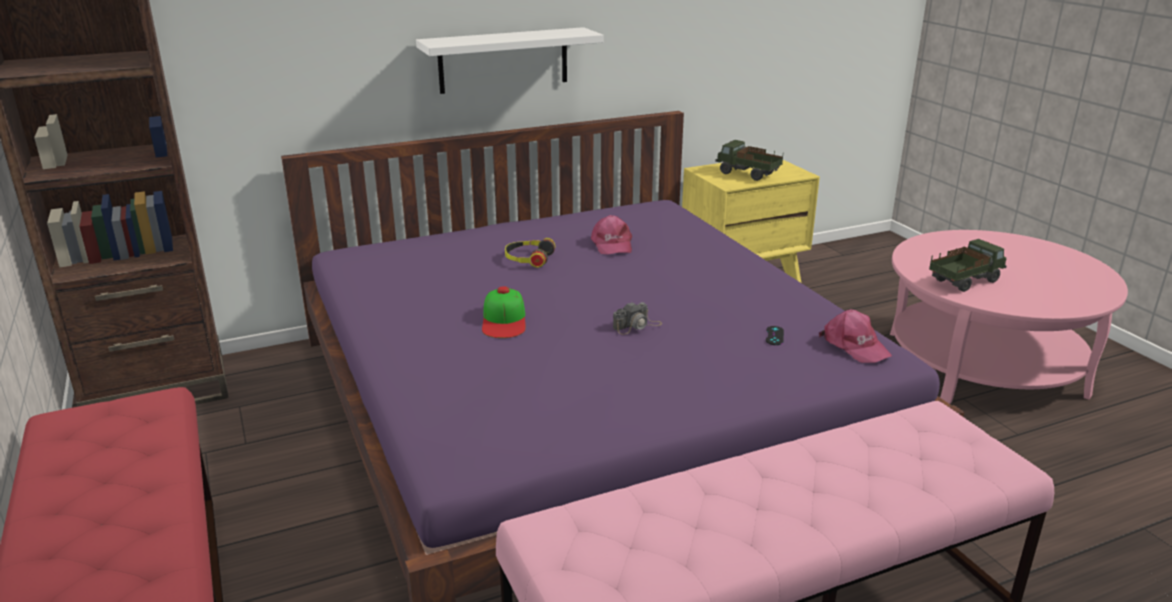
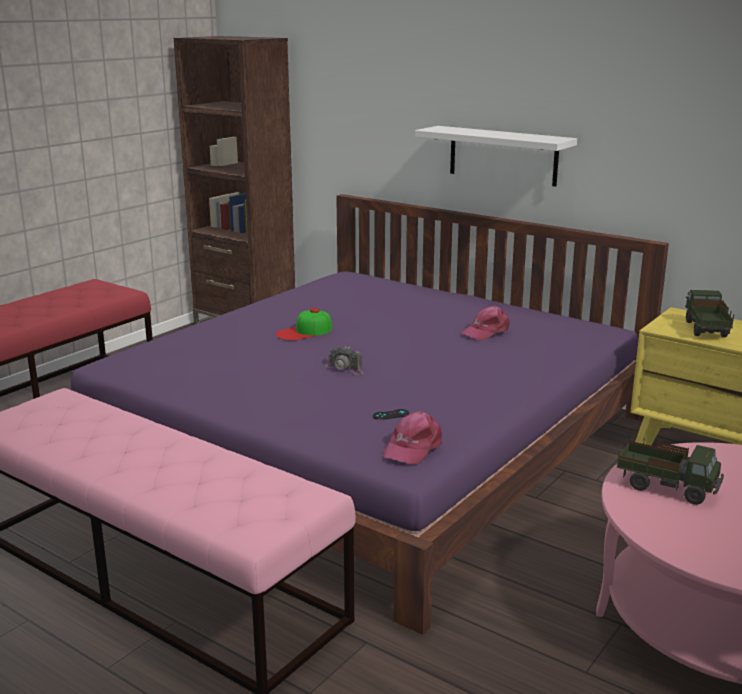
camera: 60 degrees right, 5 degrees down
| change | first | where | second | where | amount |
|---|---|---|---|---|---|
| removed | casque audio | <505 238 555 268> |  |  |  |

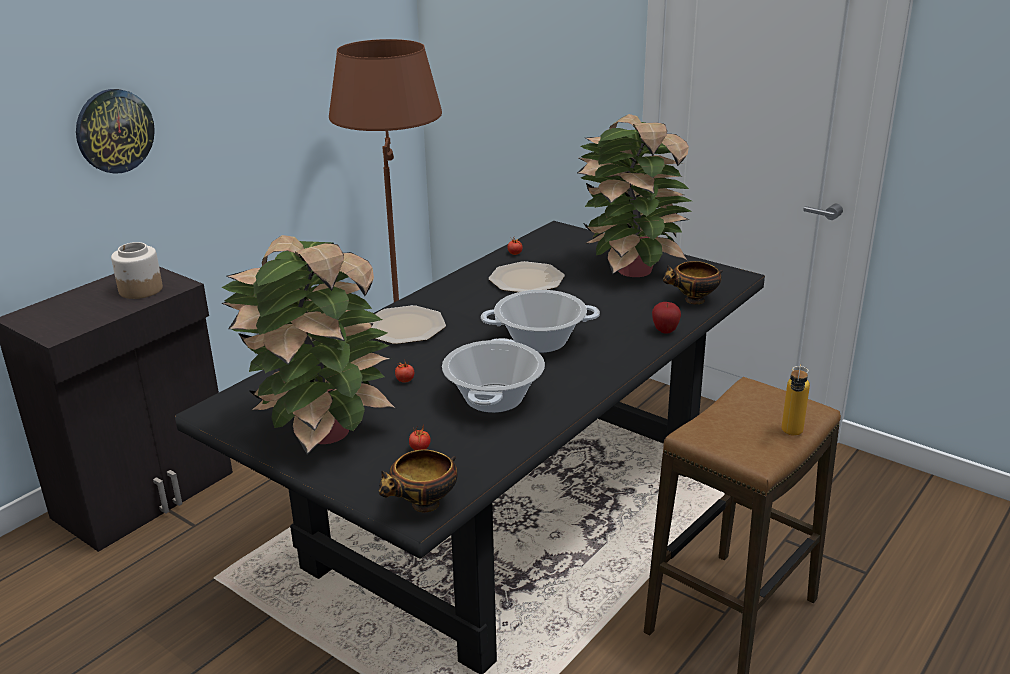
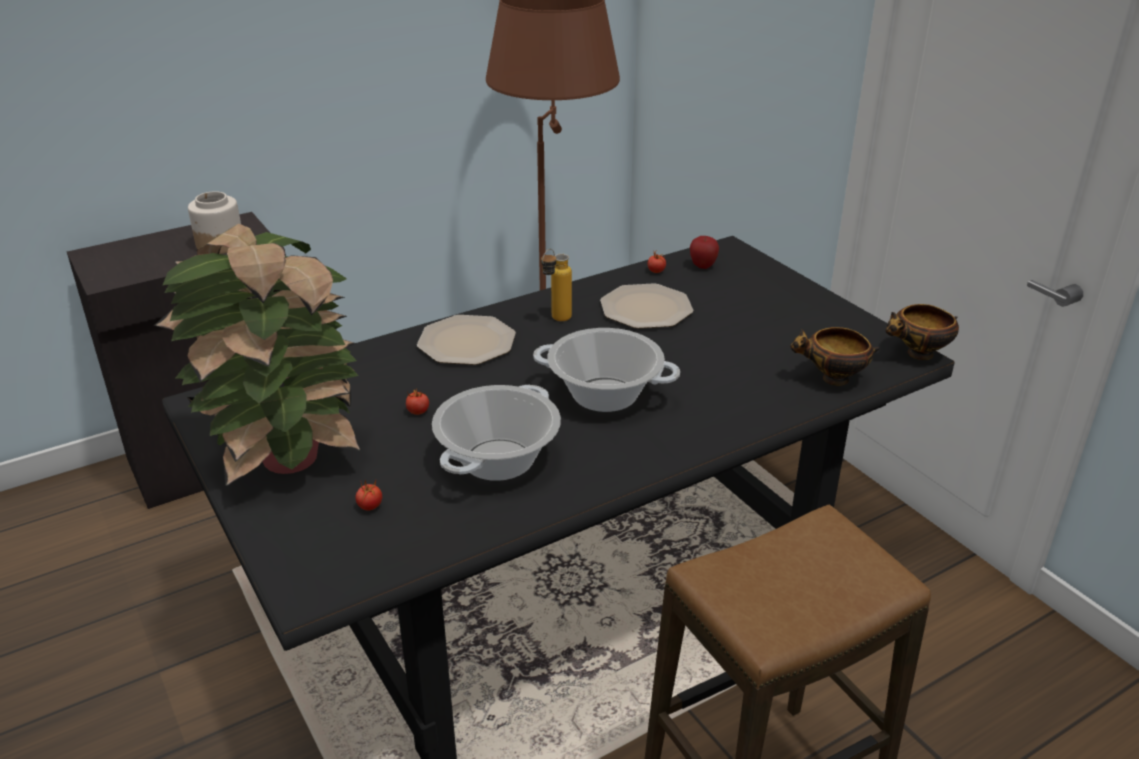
camera: 20 degrees right, 5 degrees up
| change | first | where | second | where | amount |
|---|---|---|---|---|---|
| moved | bouteille | <782 364 810 436> |  | <541 249 572 321> |  |
| moved | pomme | <652 302 681 333> |  | <690 236 719 269> |  |
| moved | bol | <378 449 458 512> |  | <885 304 959 360> |  |
| removed | horloge murale | <76 89 155 174> |  |  |  |
| removed | plante en pot | <577 114 692 277> |  |  |  |

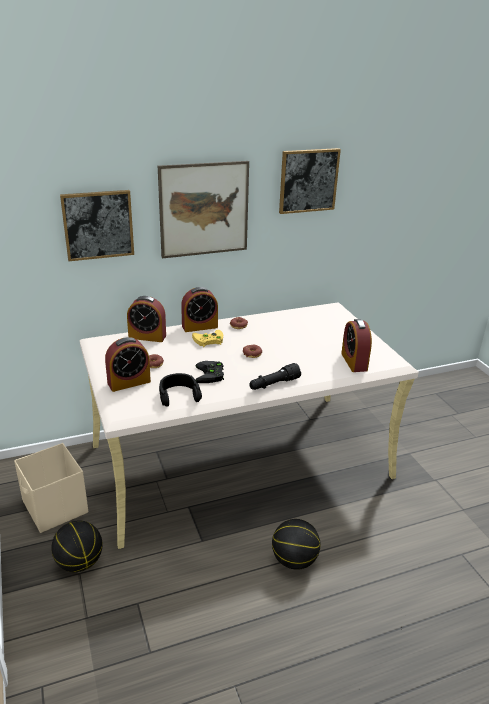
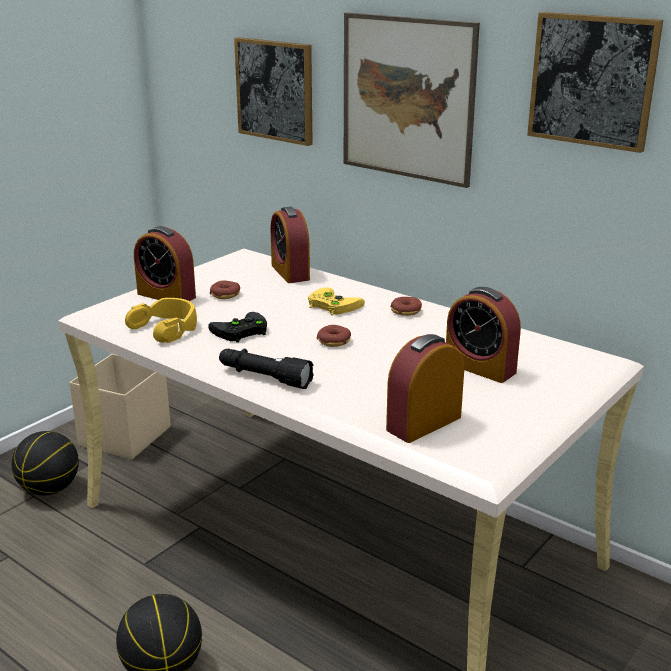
camera: 60 degrees right, 5 degrees down
| change | first | where | second | where | amount |
|---|---|---|---|---|---|
| recoloured | casque audio/noir | <159 373 202 406> | casque audio/jaune | <125 298 197 343> |  |
| moved | réveil | <181 287 218 332> |  | <446 287 521 383> |  |

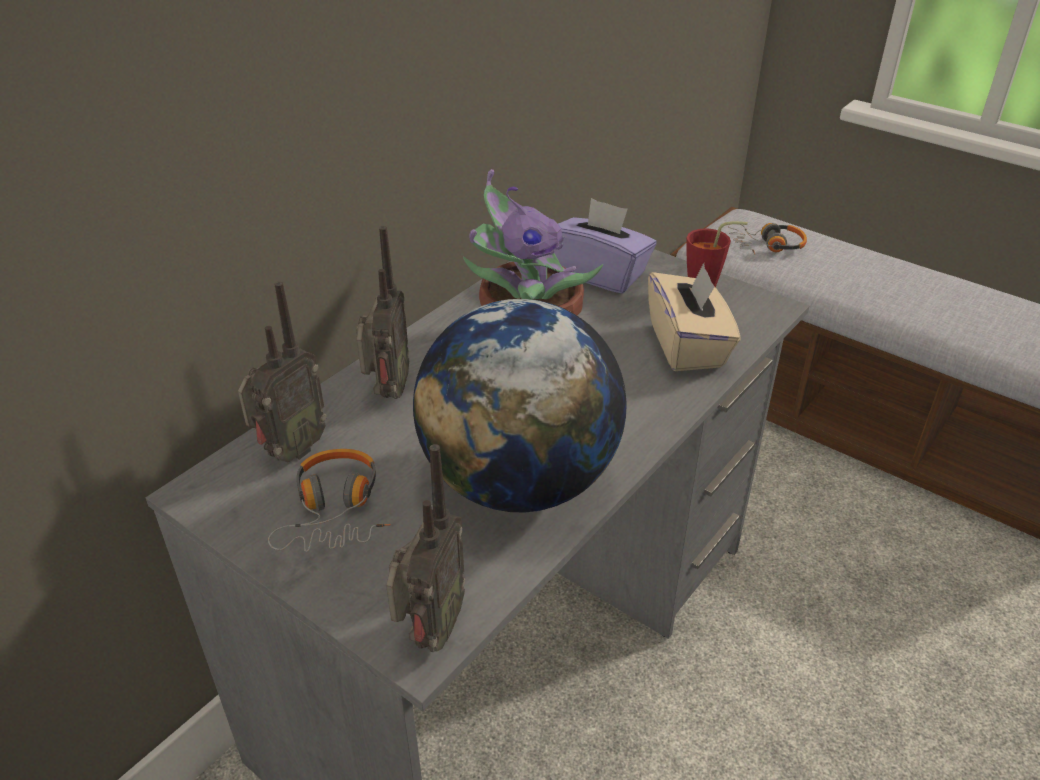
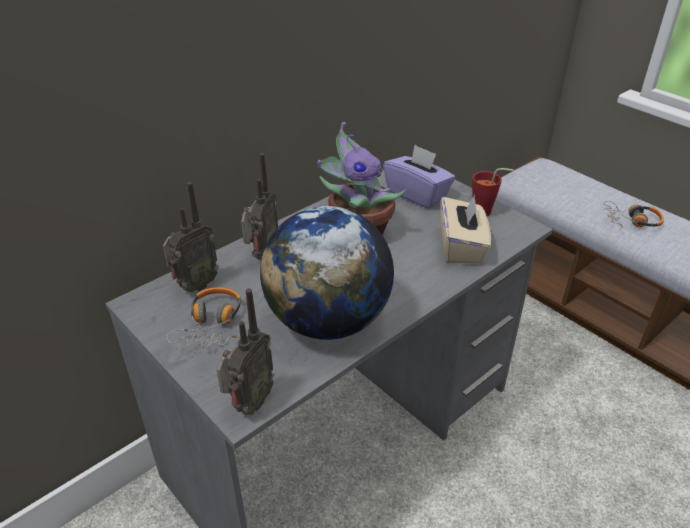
camera: 10 degrees right, 0 degrees up
| change | first | where | second | where | amount |
|---|---|---|---|---|---|
| moved | casque audio | <728 223 807 254> |  | <604 201 664 228> |  |

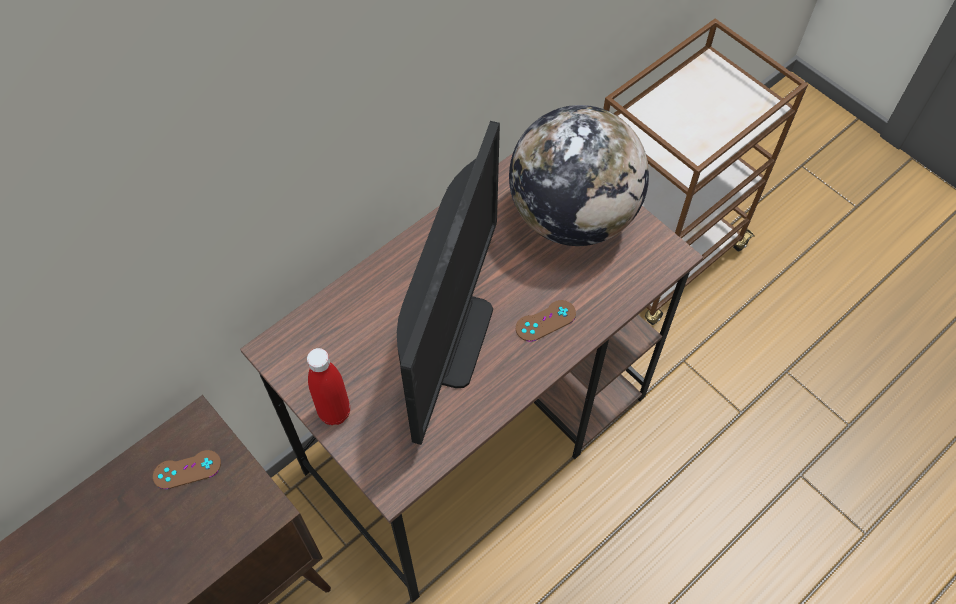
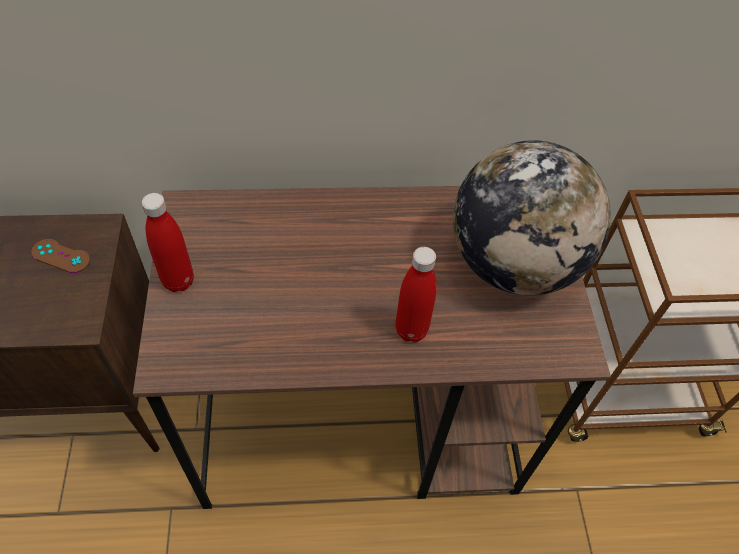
camera: 35 degrees right, 5 degrees down
| change | first | where | second | where | amount |
|---|---|---|---|---|---|
| replaced | manette/marron | <516 300 576 342> | bouteille/rouge | <395 247 437 342> |  |
| removed | écran d'ordinateur | <397 121 500 445> |  |  |  |

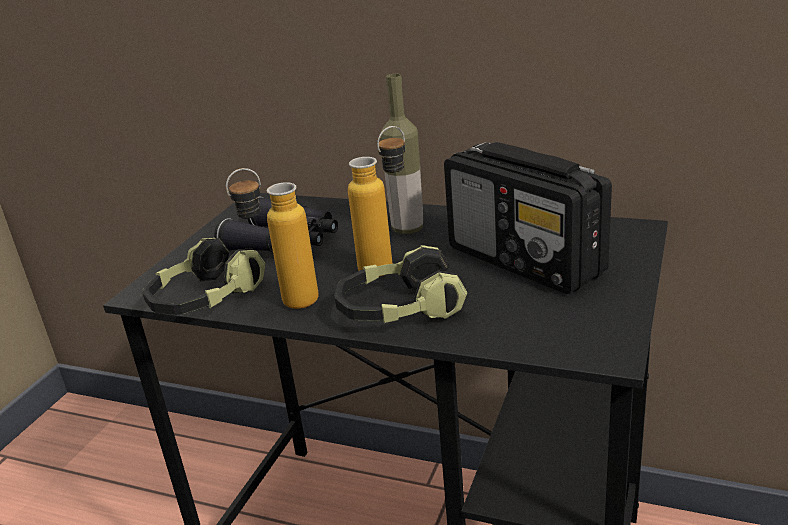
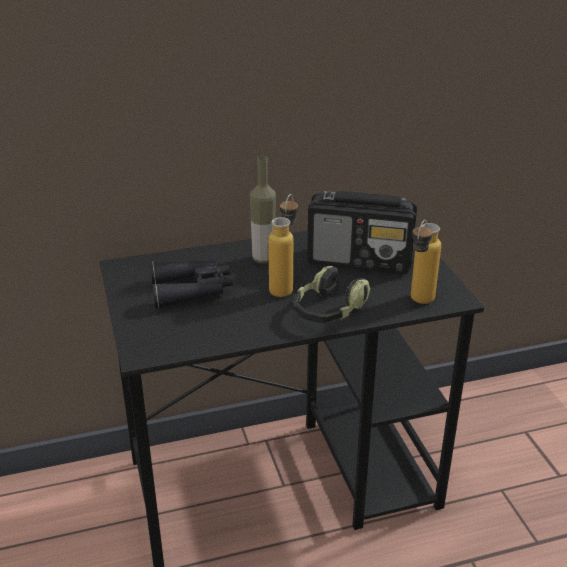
camera: 40 degrees left, 5 degrees up
| change | first | where | second | where | amount |
|---|---|---|---|---|---|
| moved | bouteille | <226 168 319 309> |  | <411 220 441 304> |  |
| removed | casque audio | <142 238 265 315> |  |  |  |

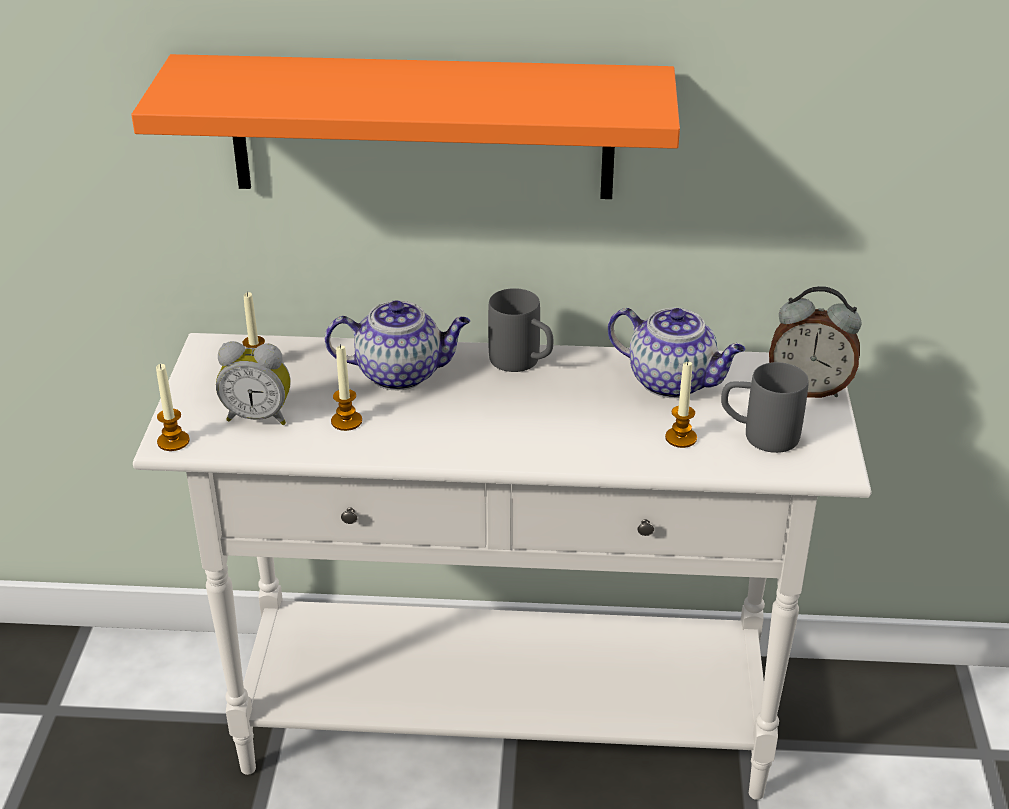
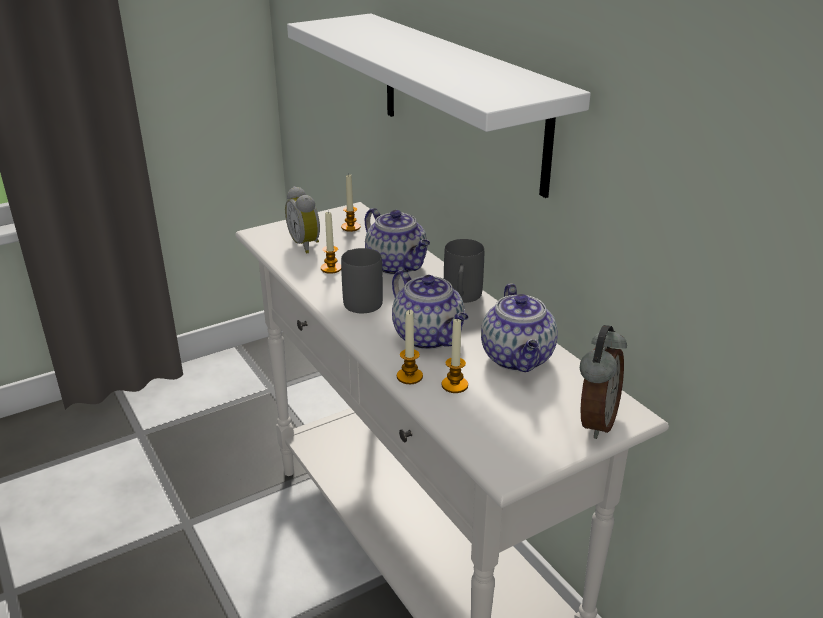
camera: 55 degrees right, 5 degrees down
| change | first | where | second | where | amount |
|---|---|---|---|---|---|
| recoloured | étagère/orange | <131 54 680 199> | étagère/blanc | <287 13 591 198> |  |
| moved | mug/gris | <721 362 809 453> |  | <341 248 383 313> |  |
| added |  |  | théière | <392 269 469 350> |  |
| moved | bougie | <156 364 190 451> |  | <397 310 423 384> |  |
| turned | réveil | <769 286 861 398> |  | <580 325 627 439> | 135 degrees counterclockwise |

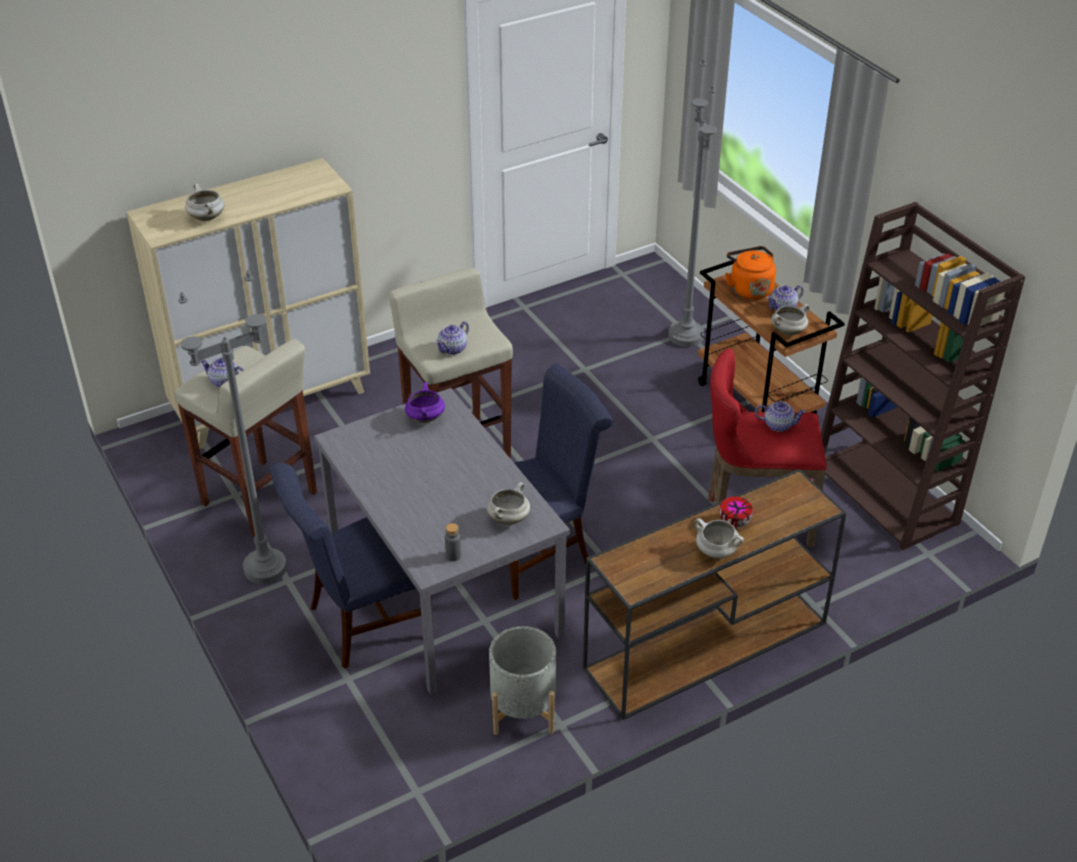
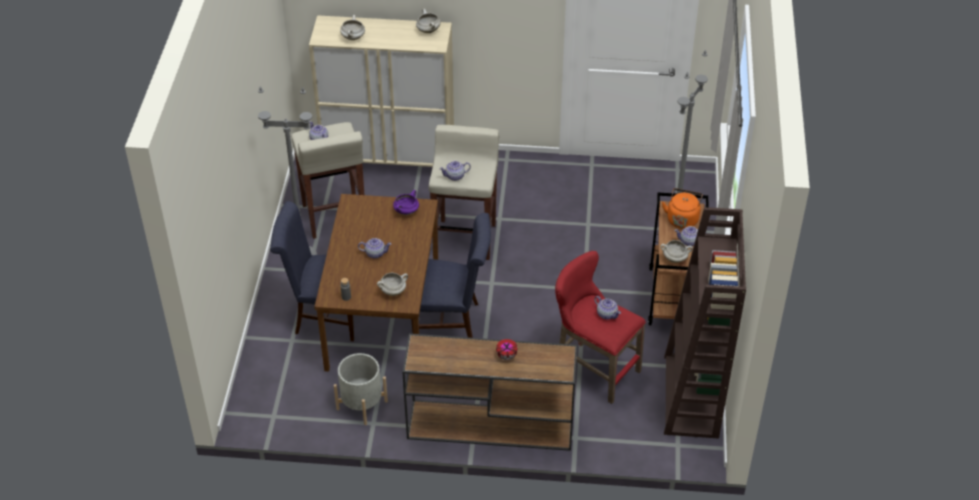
camera: 35 degrees right, 5 degrees up
| change | first | where | second | where | amount |
|---|---|---|---|---|---|
| recoloured | table à manger/gris | <314 388 570 694> | table à manger/marron | <314 194 438 371> |  |
| added |  |  | théière | <358 238 391 258> |  |
| moved | marmite/blanc | <694 518 744 559> |  | <416 9 441 33> |  |

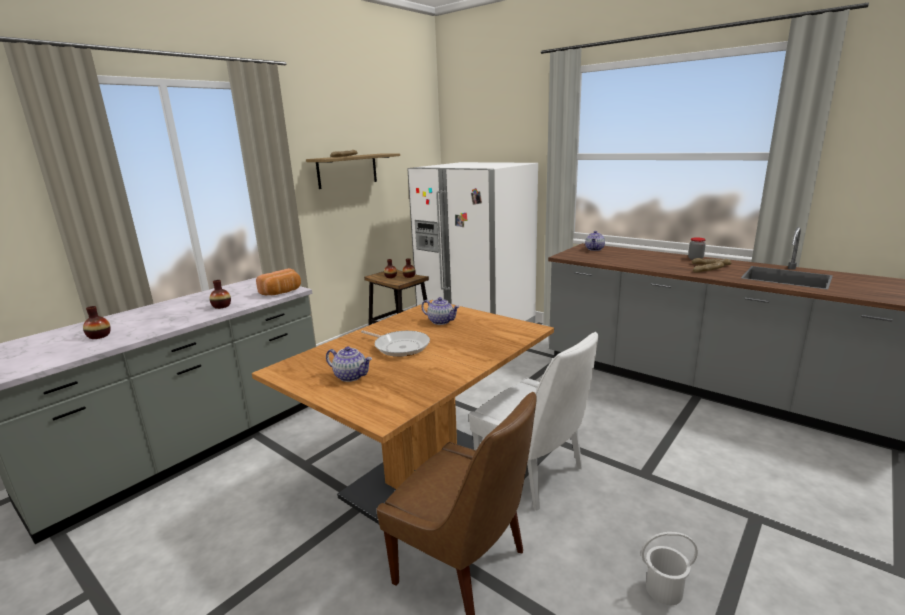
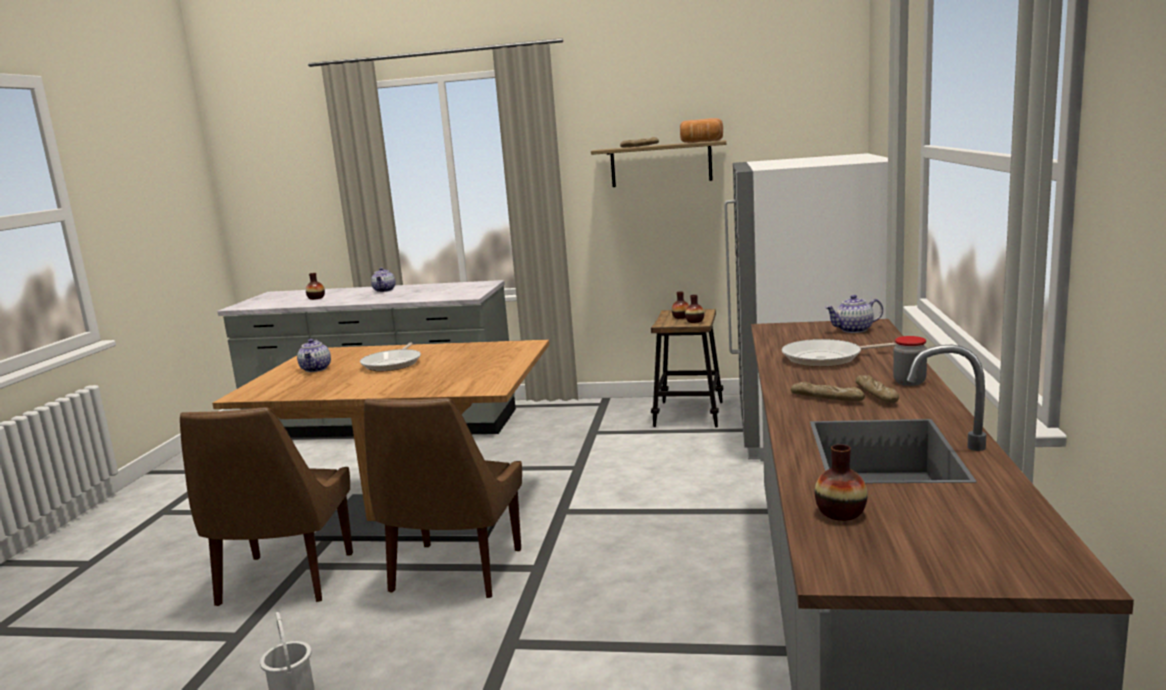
camera: 60 degrees right, 5 degrees down
| change | first | where | second | where | amount |
|---|---|---|---|---|---|
| recoloured | chaise/blanc | <469 332 598 511> | chaise/marron | <364 398 522 598> |  |
| moved | théière | <421 297 460 325> |  | <371 267 396 292> |  |
| moved | pain | <256 268 301 295> |  | <680 118 723 143> |  |
| added |  |  | poêle | <782 339 897 367> |  |
| moved | vase | <210 280 231 309> |  | <815 444 867 521> |  |

